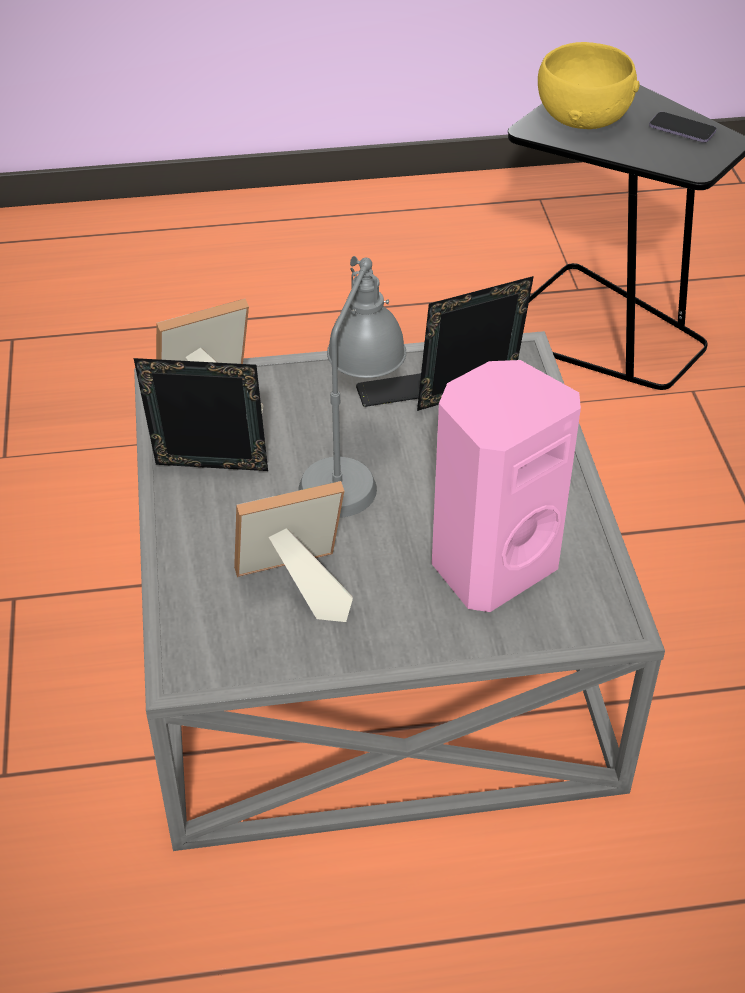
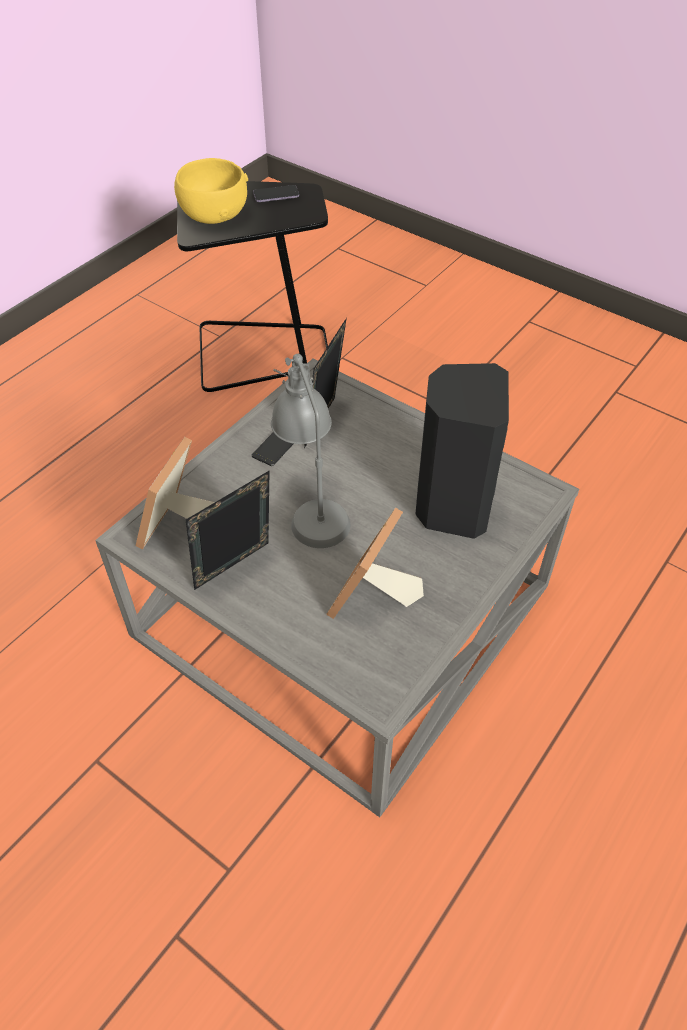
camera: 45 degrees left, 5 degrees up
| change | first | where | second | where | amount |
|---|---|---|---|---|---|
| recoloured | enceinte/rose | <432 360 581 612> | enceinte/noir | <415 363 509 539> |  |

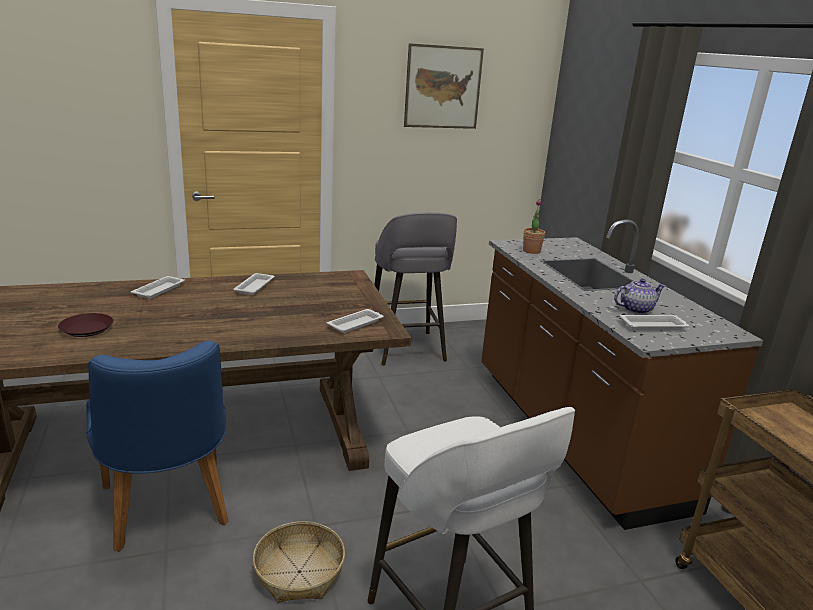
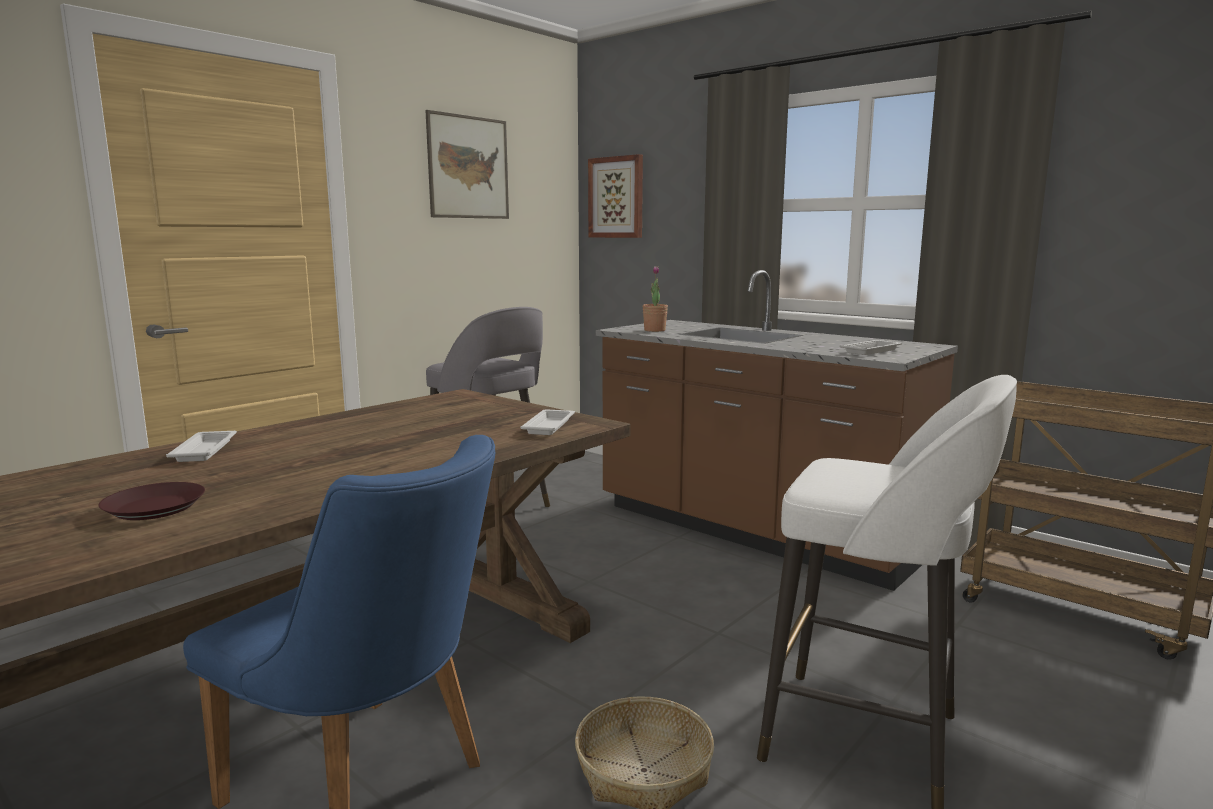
camera: 30 degrees left, 10 degrees down
| change | first | where | second | where | amount |
|---|---|---|---|---|---|
| added |  |  | tableau | <588 154 643 238> |  |
| removed | plateau/blanc | <233 273 275 295> |  |  |  |
| removed | théière | <614 278 665 314> |  |  |  |

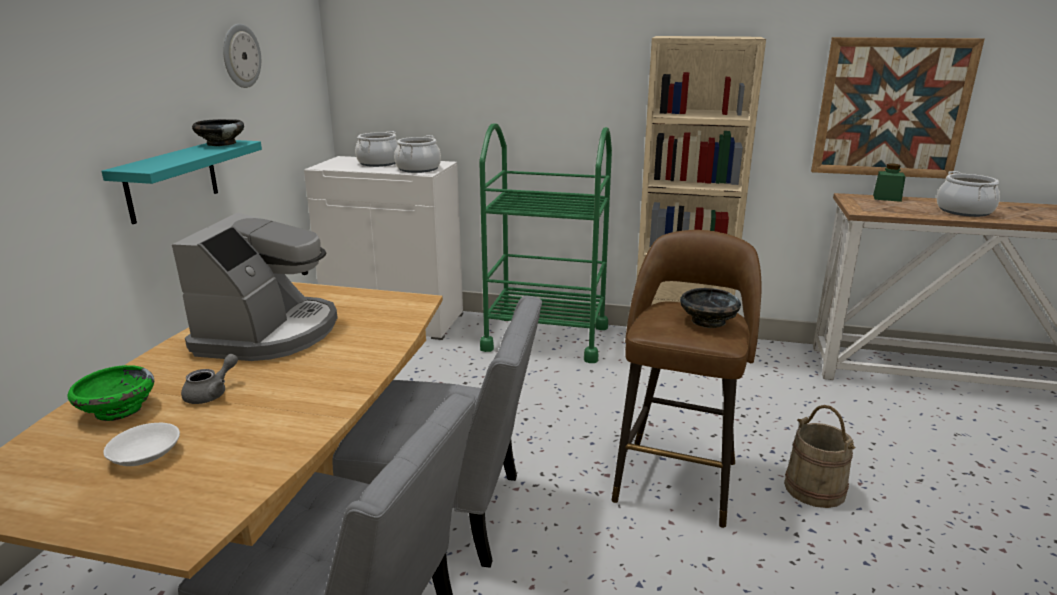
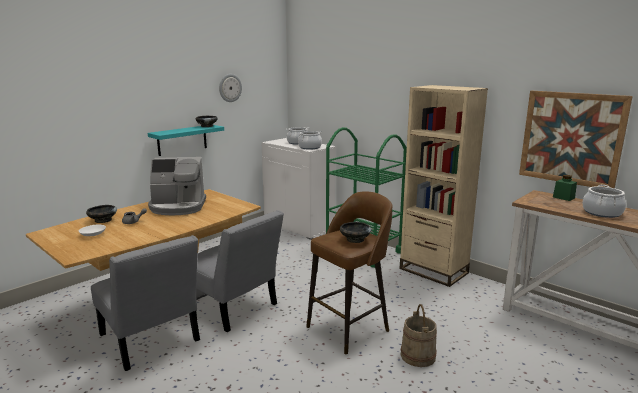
camera: 30 degrees right, 5 degrees down
| change | first | where | second | where | amount |
|---|---|---|---|---|---|
| recoloured | bol/vert | <67 365 154 421> | bol/noir | <86 205 117 223> |  |
| turned | machine à café | <172 213 338 361> |  | <148 157 206 216> | 45 degrees clockwise |

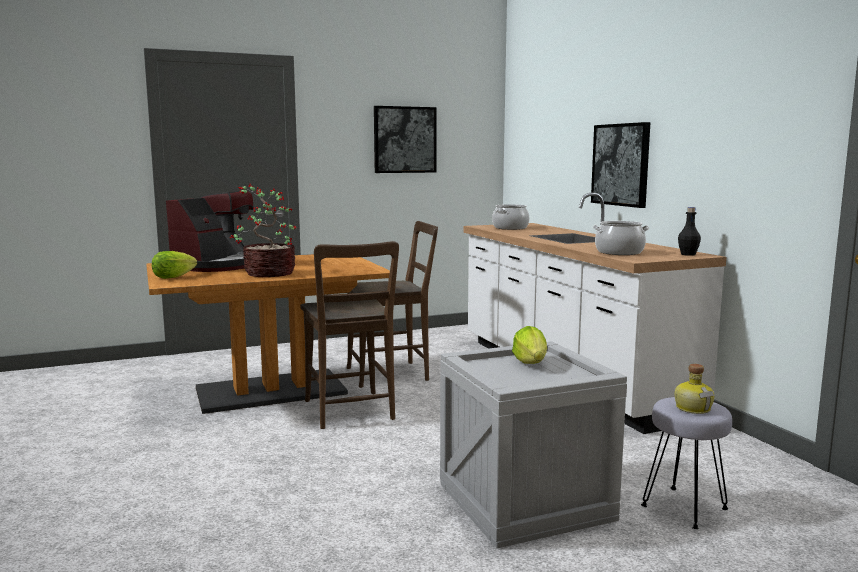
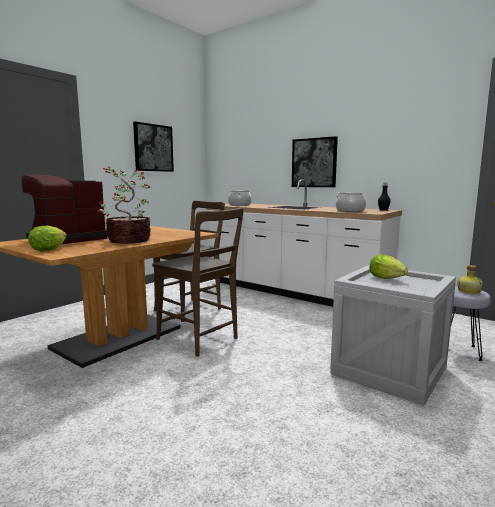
camera: 30 degrees left, 0 degrees up
| change | first | where | second | where | amount |
|---|---|---|---|---|---|
| turned | machine à café | <166 191 253 272> |  | <22 174 108 244> | 135 degrees counterclockwise |

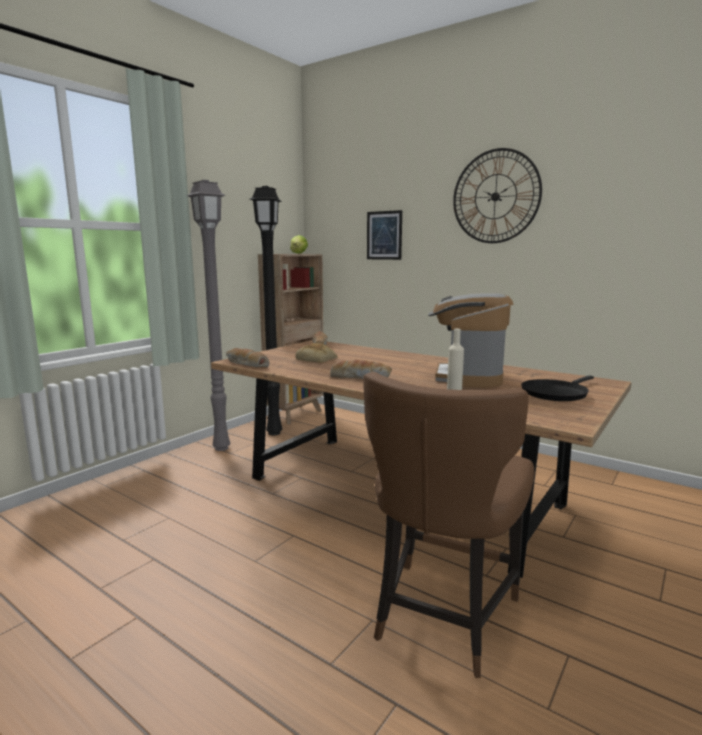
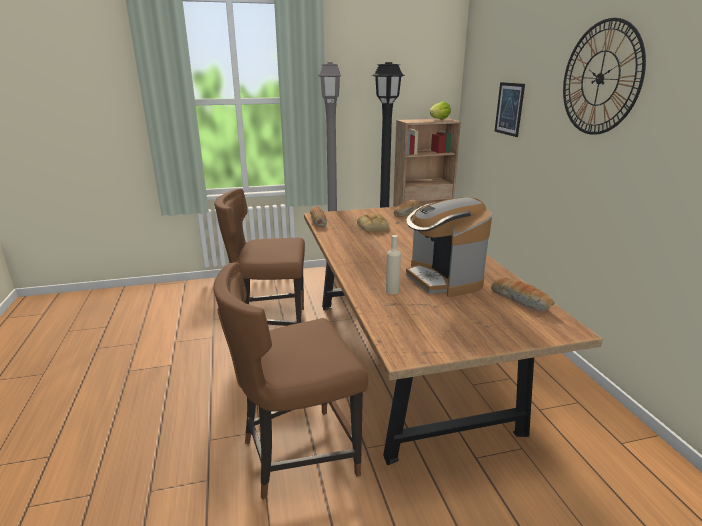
camera: 40 degrees right, 10 degrees up
| change | first | where | second | where | amount |
|---|---|---|---|---|---|
| added |  |  | chaise/marron | <214 189 305 326> |  |
| turned | machine à café | <428 293 513 388> |  | <406 197 492 297> | 75 degrees counterclockwise |
| moved | pain | <330 360 392 379> |  | <491 277 555 312> |  |
| removed | poêle/noir | <521 375 594 401> |  |  |  |

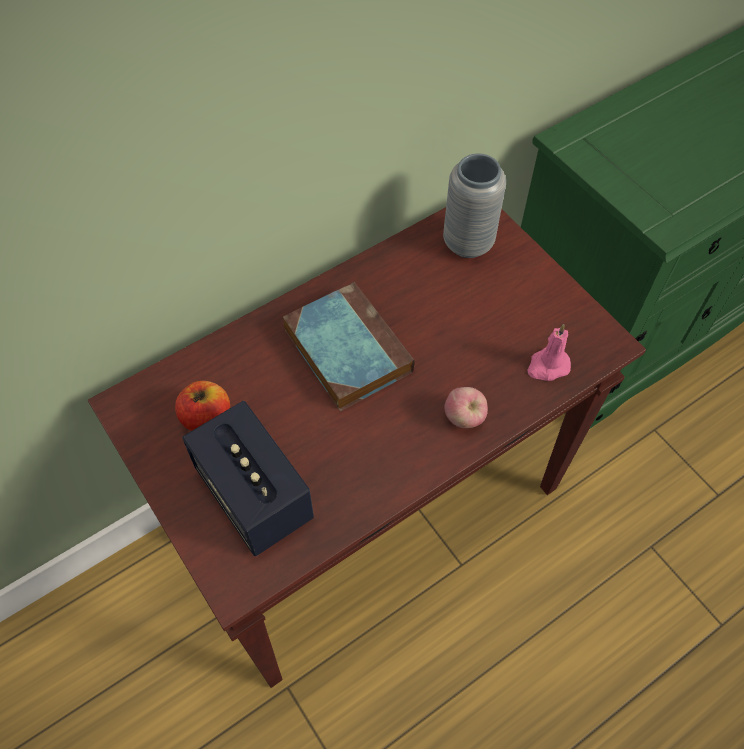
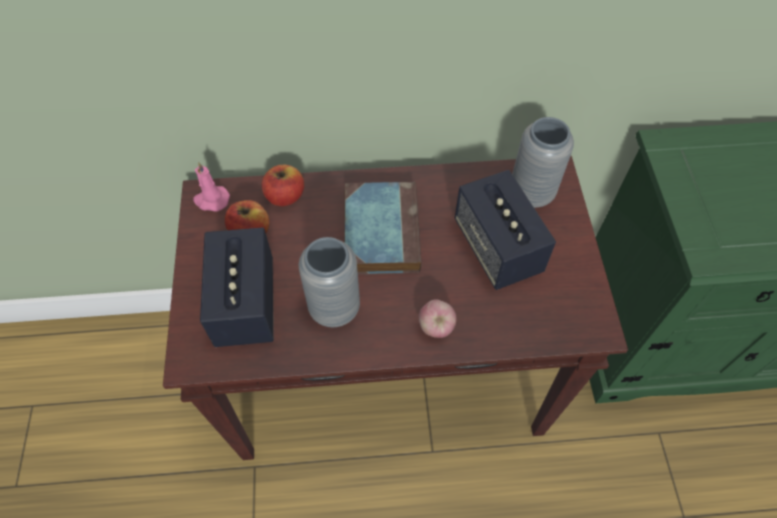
camera: 30 degrees right, 0 degrees up
| change | first | where | second | where | amount |
|---|---|---|---|---|---|
| moved | bougie/rose | <527 324 571 381> |  | <193 162 230 212> |  |
| added |  |  | pomme | <262 165 304 206> |  |
| added |  |  | vase/gris | <299 237 360 327> |  |
| added |  |  | enceinte | <455 170 556 290> |  |

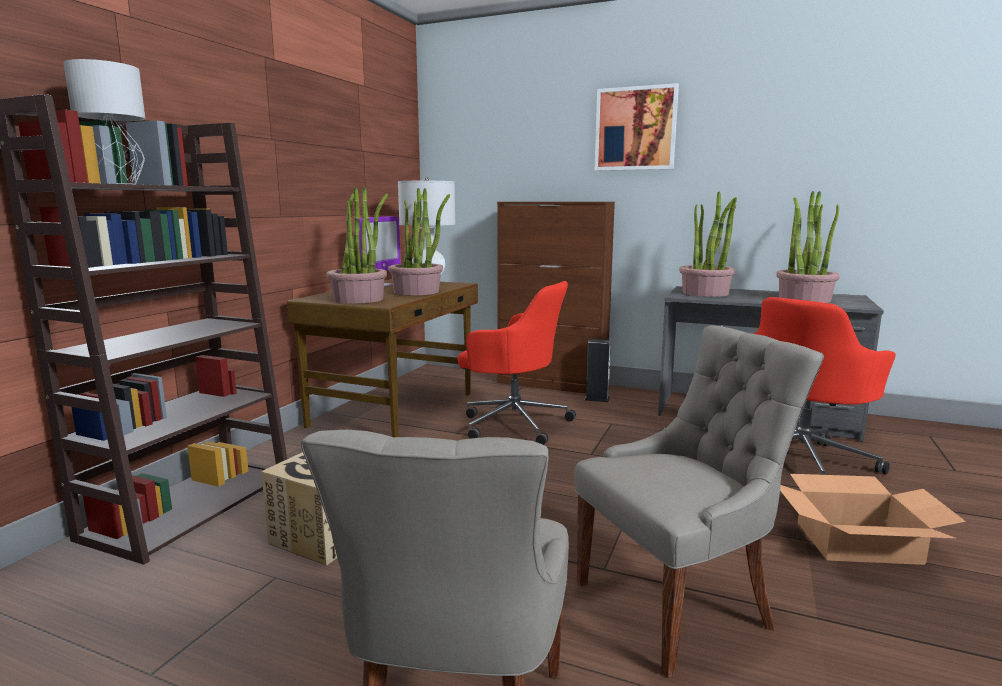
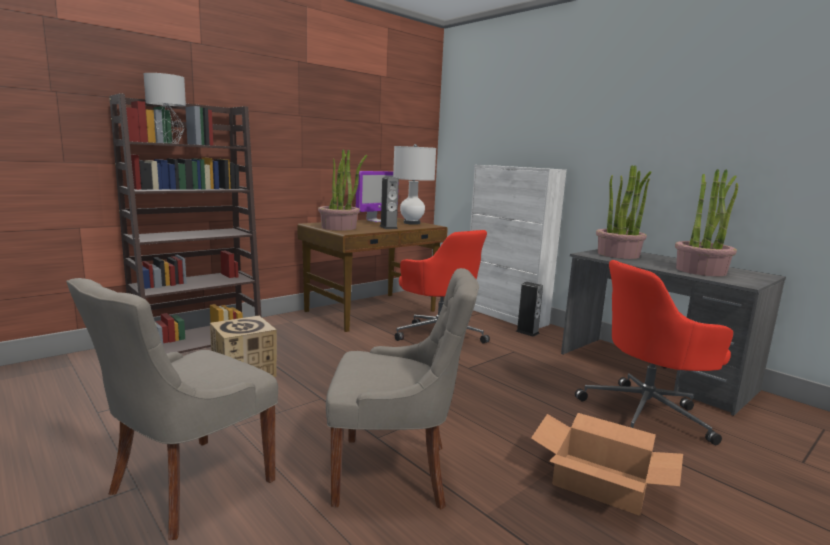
camera: 25 degrees right, 0 degrees up
| change | first | where | second | where | amount |
|---|---|---|---|---|---|
| replaced | plante en pot | <388 188 450 295> | enceinte | <380 177 399 229> |  |
| recoloured | meuble de rangement/marron | <497 202 615 394> | meuble de rangement/blanc | <470 165 567 328> |  |
| removed | tableau | <594 83 679 171> |  |  |  |

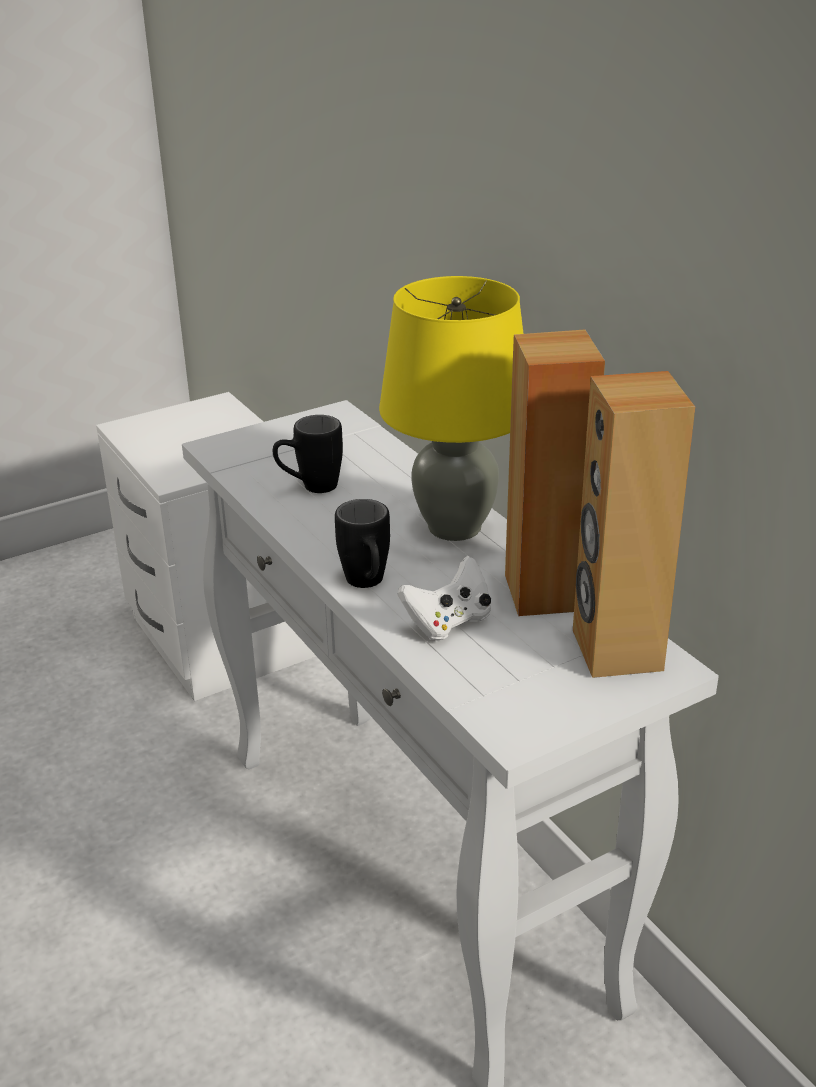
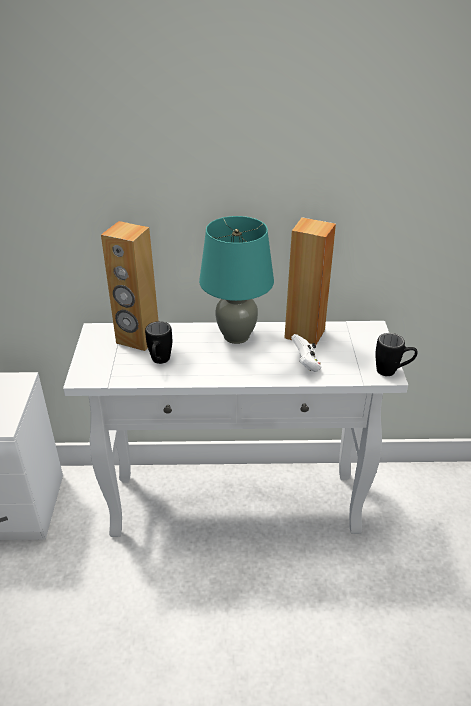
camera: 60 degrees left, 5 degrees up
| change | first | where | second | where | amount |
|---|---|---|---|---|---|
| moved | enceinte/marron | <573 371 695 678> |  | <101 221 158 351> |  |
| recoloured | lampe de table/jaune | <379 276 523 541> | lampe de table/turquoise | <199 216 274 344> |  |
| moved | mug/noir | <335 499 390 588> |  | <375 333 418 376> |  |

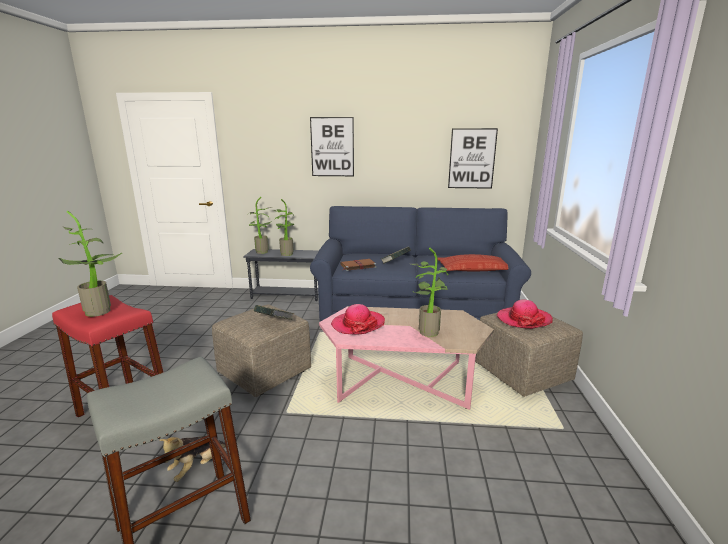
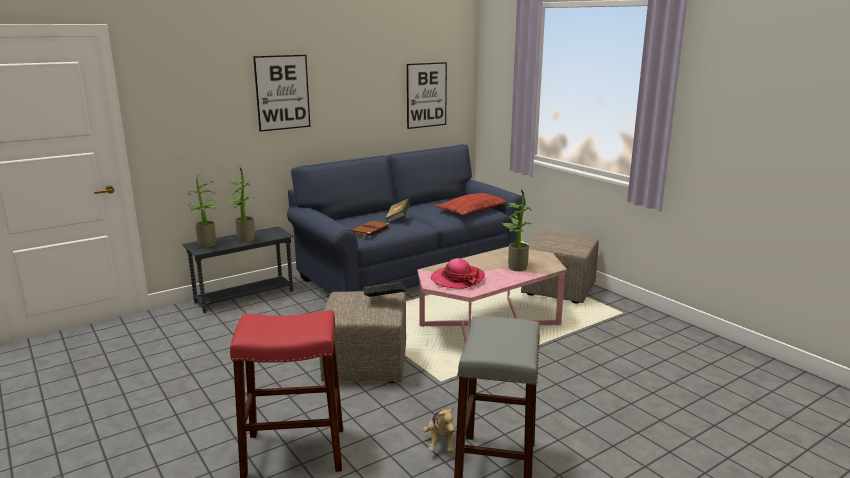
camera: 40 degrees left, 0 degrees up
| change | first | where | second | where | amount |
|---|---|---|---|---|---|
| removed | plante en pot | <58 211 122 317> |  |  |  |
| removed | chapeau | <497 299 553 329> |  |  |  |

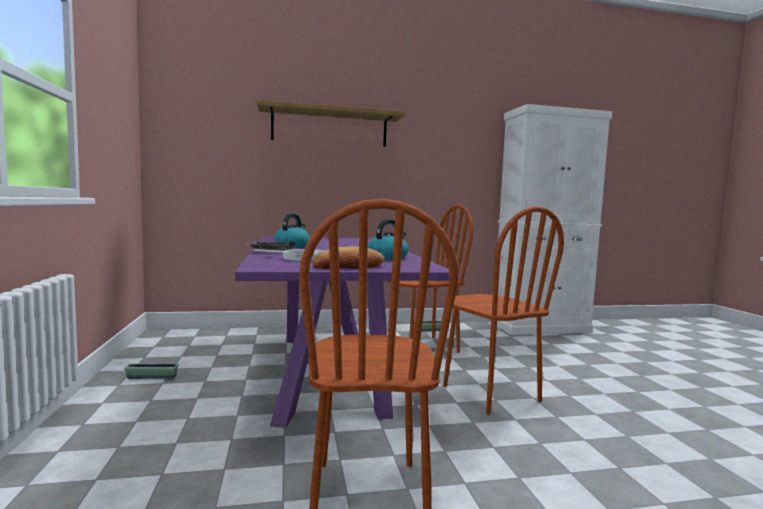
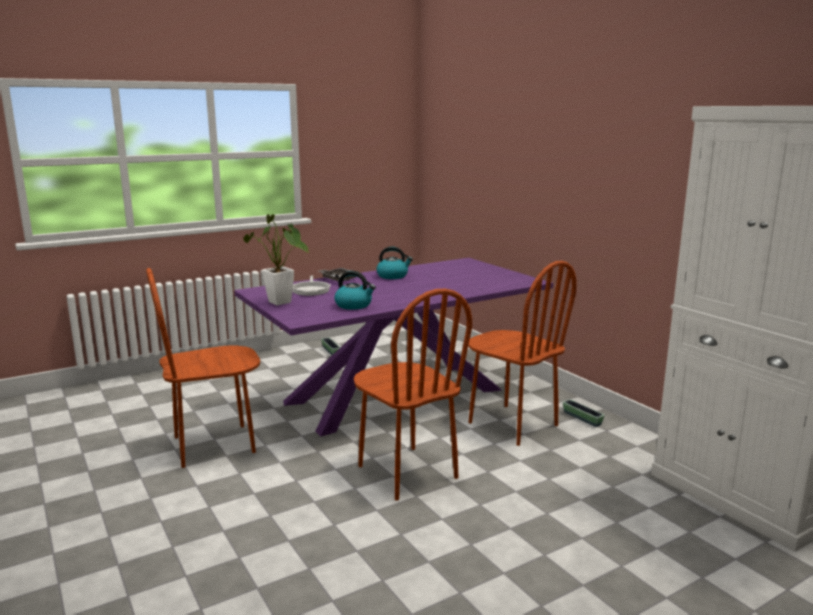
camera: 70 degrees right, 10 degrees up
| change | first | where | second | where | amount |
|---|---|---|---|---|---|
| replaced | pain | <313 246 385 269> | plante en pot | <243 214 309 305> |  |
| turned | chaise/marron | <443 206 564 415> |  | <354 289 472 501> | 75 degrees counterclockwise |
| removed | étagère | <257 100 406 147> |  |  |  |

